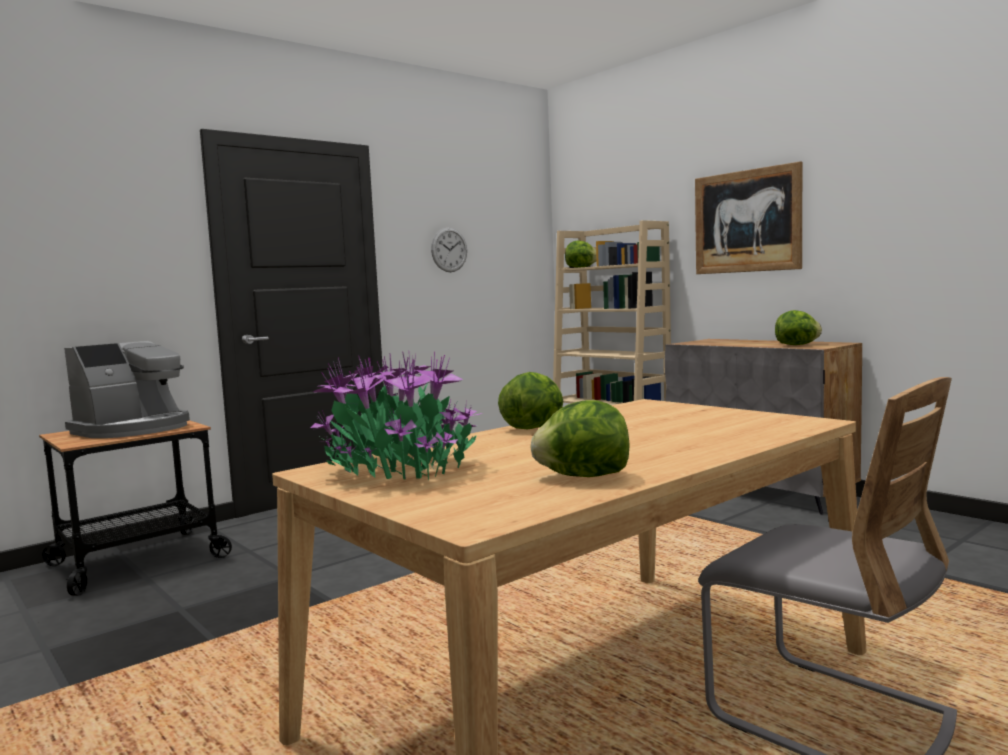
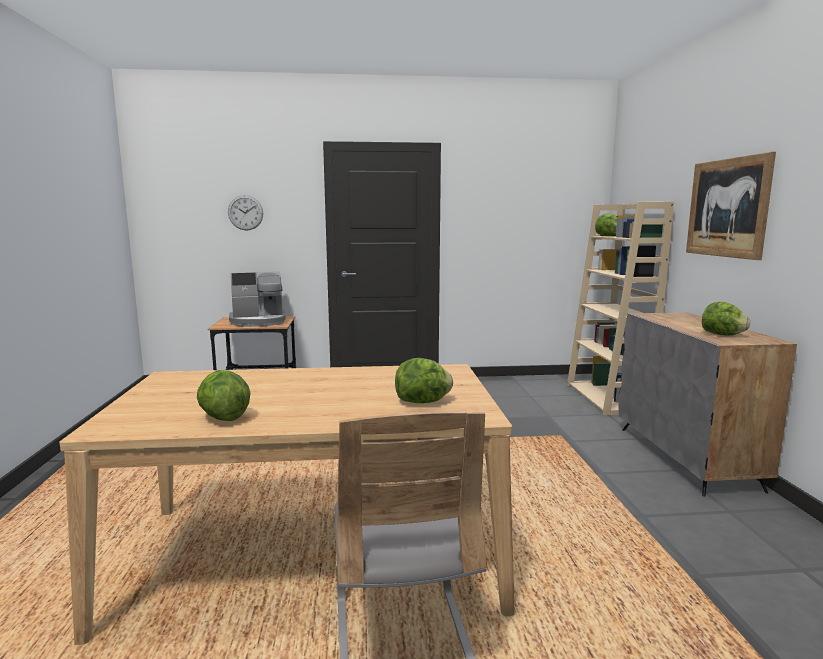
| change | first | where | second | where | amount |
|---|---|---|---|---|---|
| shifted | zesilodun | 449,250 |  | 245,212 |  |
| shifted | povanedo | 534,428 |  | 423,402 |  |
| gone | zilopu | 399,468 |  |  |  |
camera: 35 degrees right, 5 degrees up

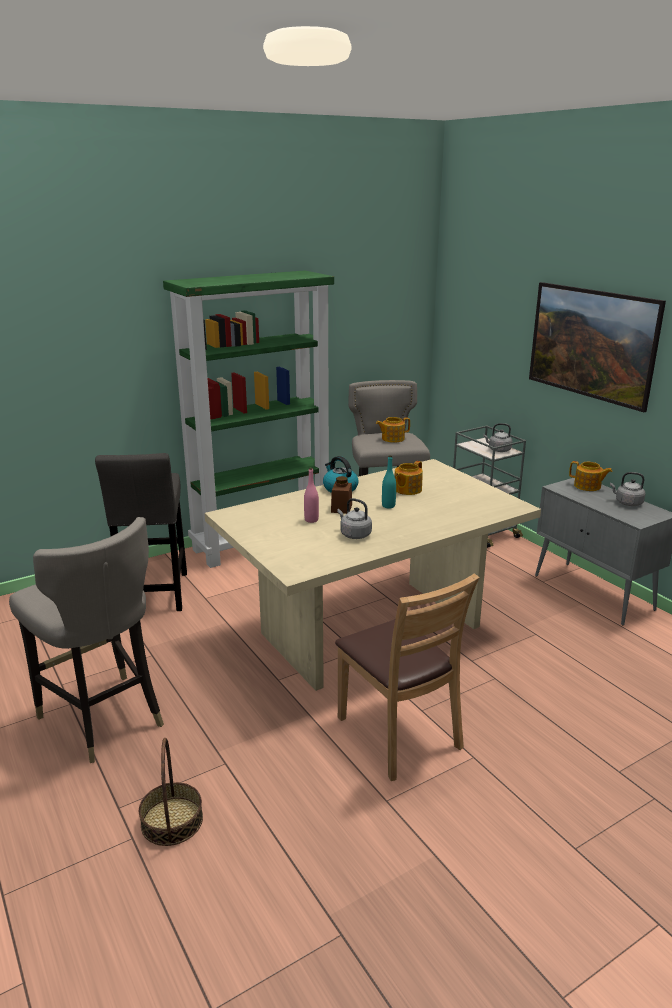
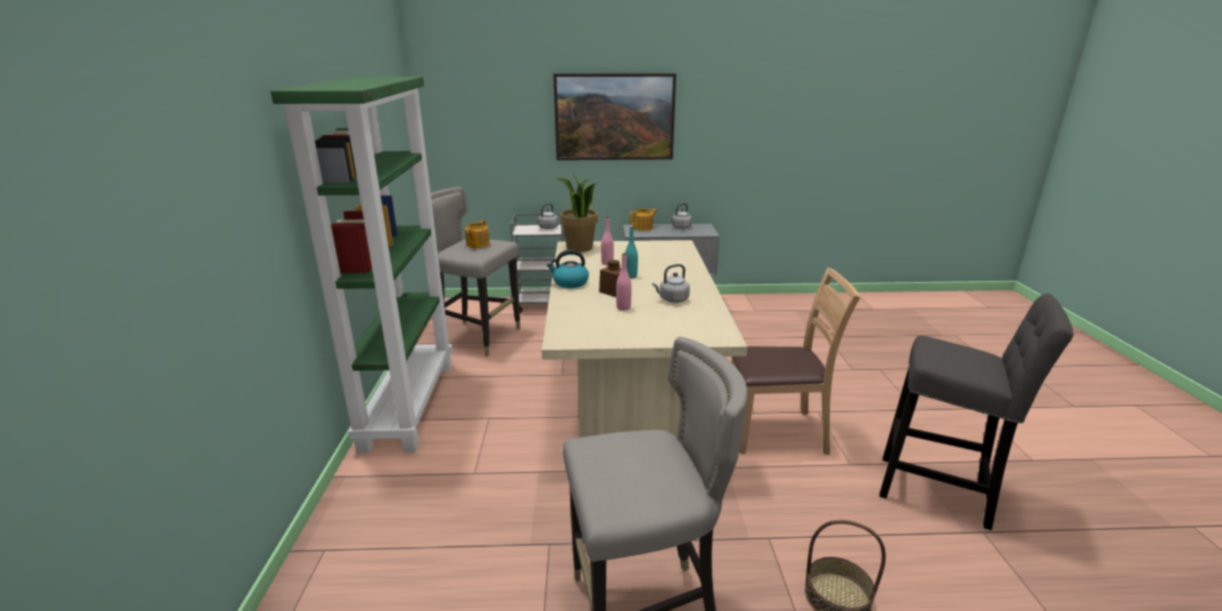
| change | first | where | second | where | amount |
|---|---|---|---|---|---|
| new |  |  | zilopu | 579,248 |  |
| swapped | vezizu | 407,489 | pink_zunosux | 607,263 |  |
| shifted | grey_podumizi | 155,595 |  | 941,492 |  |
camera: 60 degrees left, 0 degrees up

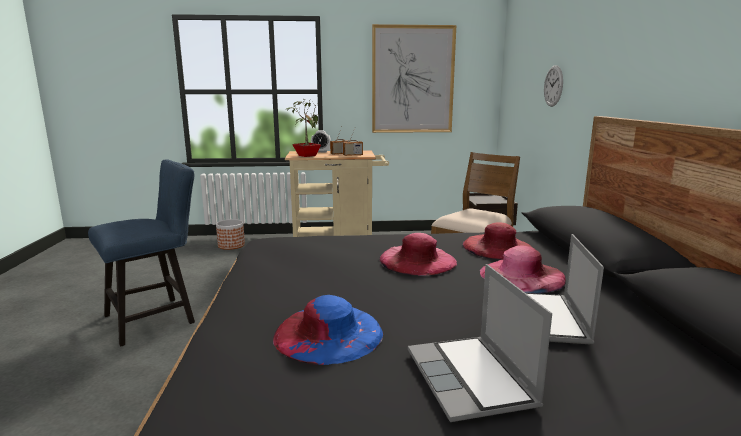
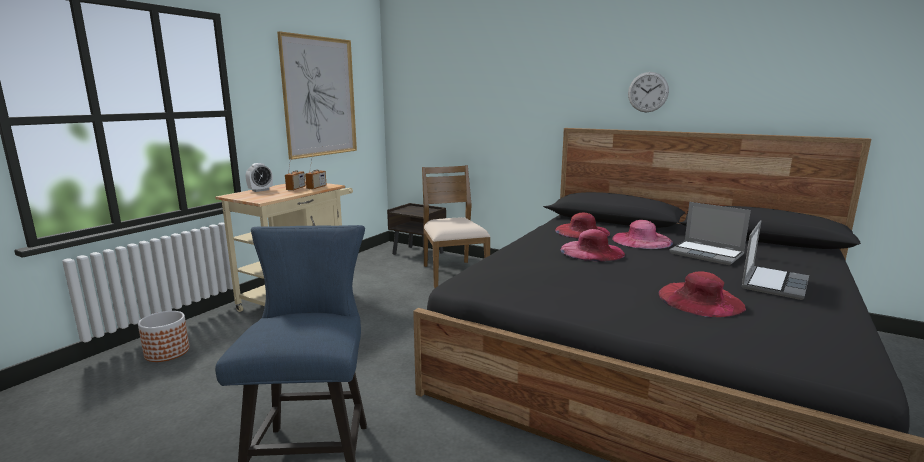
| change | first | where | second | where | amount |
|---|---|---|---|---|---|
| shifted | zesilodun | 553,86 |  | 648,92 |  |
| repainted | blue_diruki | 328,334 | red_diruki | 700,300 |  |
| rotated | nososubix | 472,379 |  | 773,283 | 75 degrees counterclockwise |
| gone | zilopu | 306,155 |  |  |  |
camera: 55 degrees left, 0 degrees up

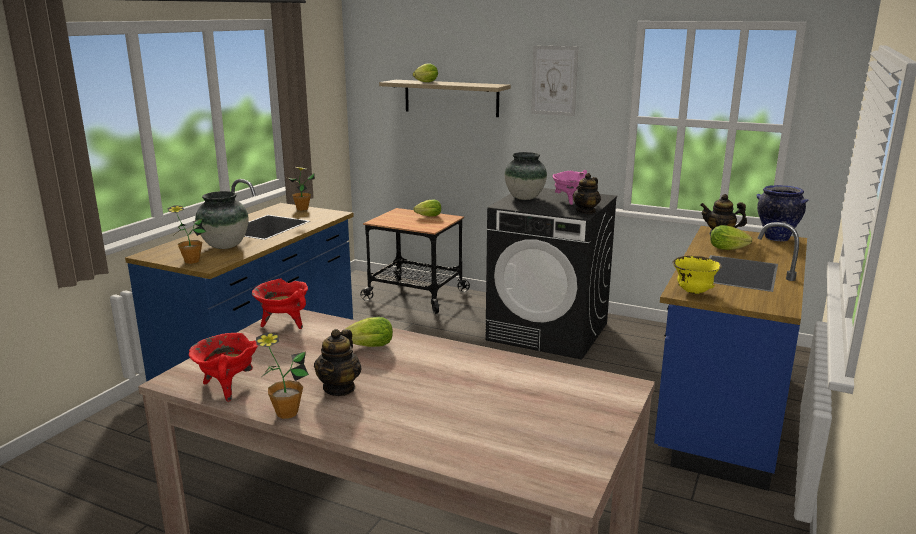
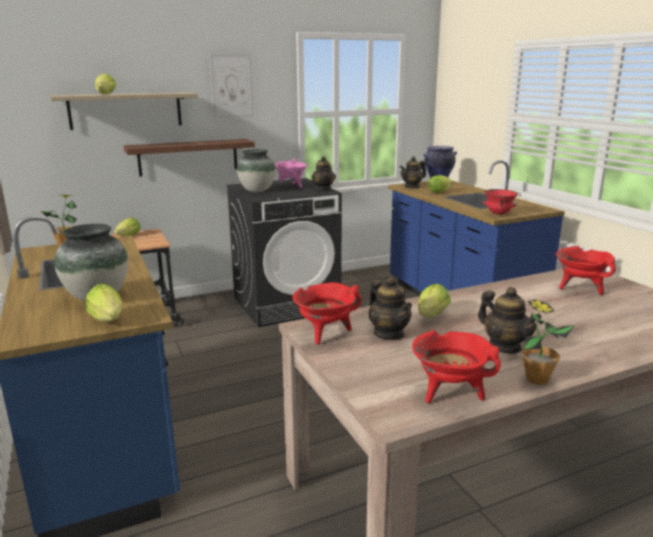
| change | first | where | second | where | amount |
|---|---|---|---|---|---|
| swapped | zilopu | 192,261 | povanedo | 109,321 |  |
| new |  |  | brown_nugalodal | 188,157 |  |
| new |  |  | vezizu | 389,334 |  |
| repainted | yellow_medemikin | 693,292 | red_medemikin | 498,214 |  |
| new |  |  | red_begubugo | 580,288 |  |
camera: 50 degrees left, 0 degrees up

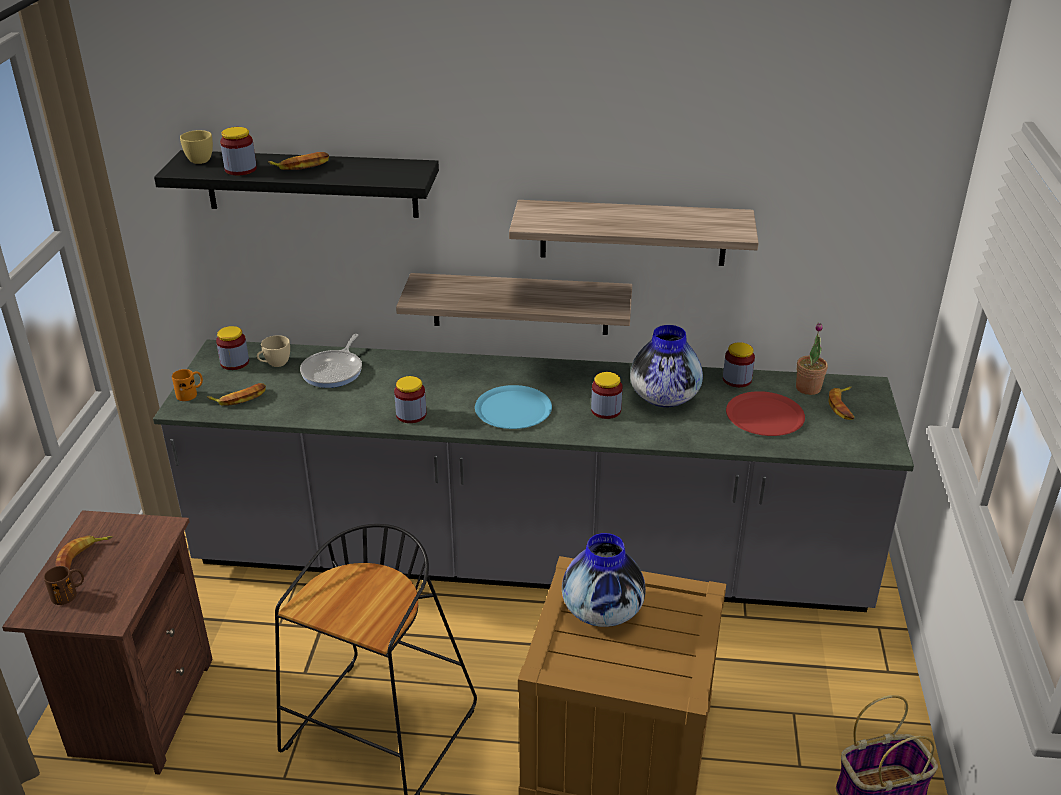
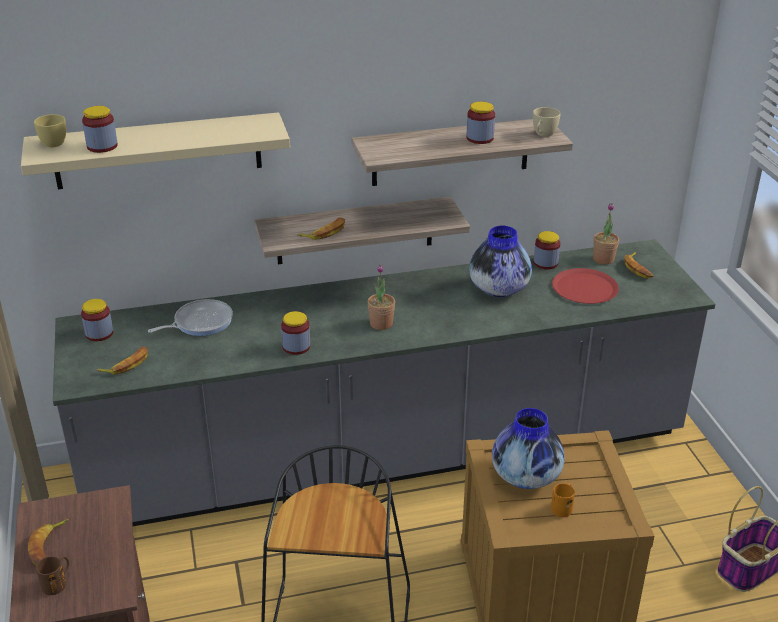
| change | first | where | second | where | amount |
|---|---|---|---|---|---|
| repainted | black_nugalodal | 311,184 | beige_nugalodal | 158,151 |  |
| rotated | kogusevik | 334,371 |  | 200,322 | 120 degrees counterclockwise |
| shifted | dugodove | 301,165 |  | 324,232 |  |
| swapped | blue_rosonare | 513,409 | zilopu | 381,323 |  |
| shifted | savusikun | 606,410 |  | 480,138 |  |
| shifted | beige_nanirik | 275,364 |  | 543,135 |  |
| shifted | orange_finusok | 190,393 |  | 563,506 |  |
camera: 20 degrees left, 0 degrees up

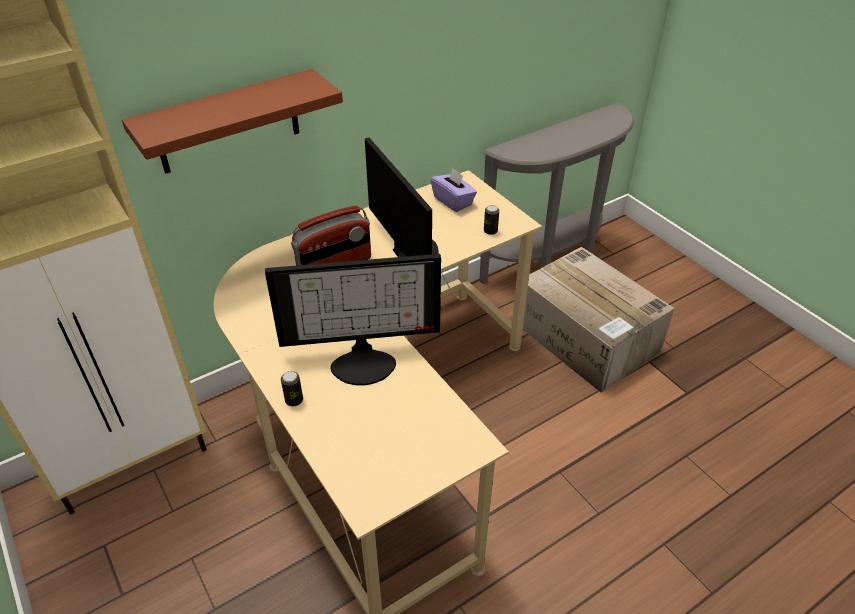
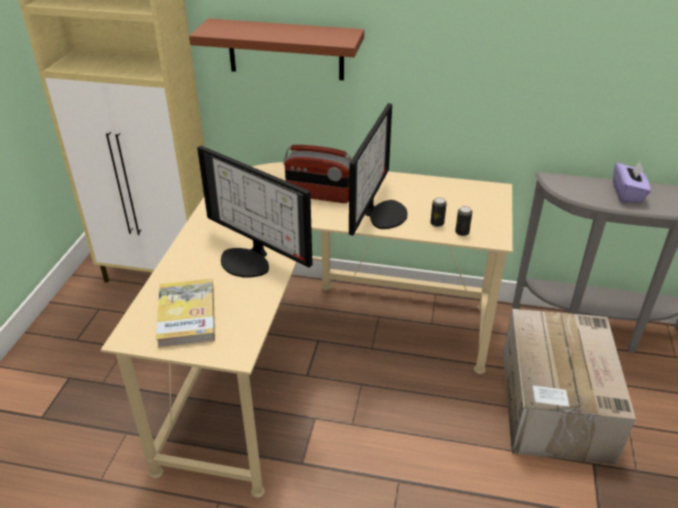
| change | first | where | second | where | amount |
|---|---|---|---|---|---|
| new |  |  | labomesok | 187,315 |  |
| shifted | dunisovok | 294,400 |  | 437,223 |  |
| shifted | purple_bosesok | 453,201 |  | 627,193 |  |
camera: 45 degrees right, 5 degrees down

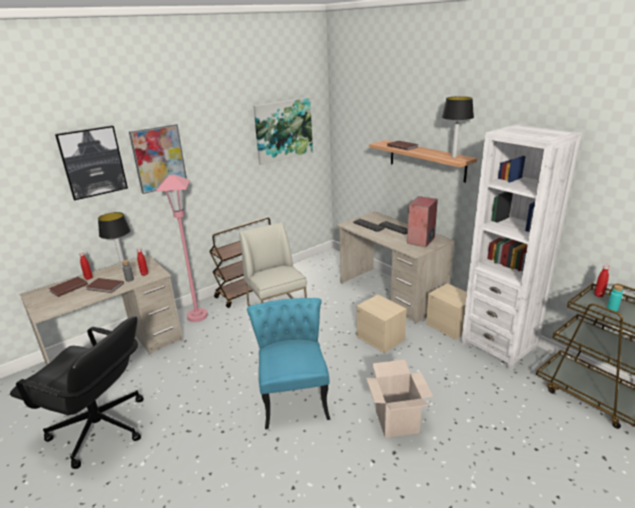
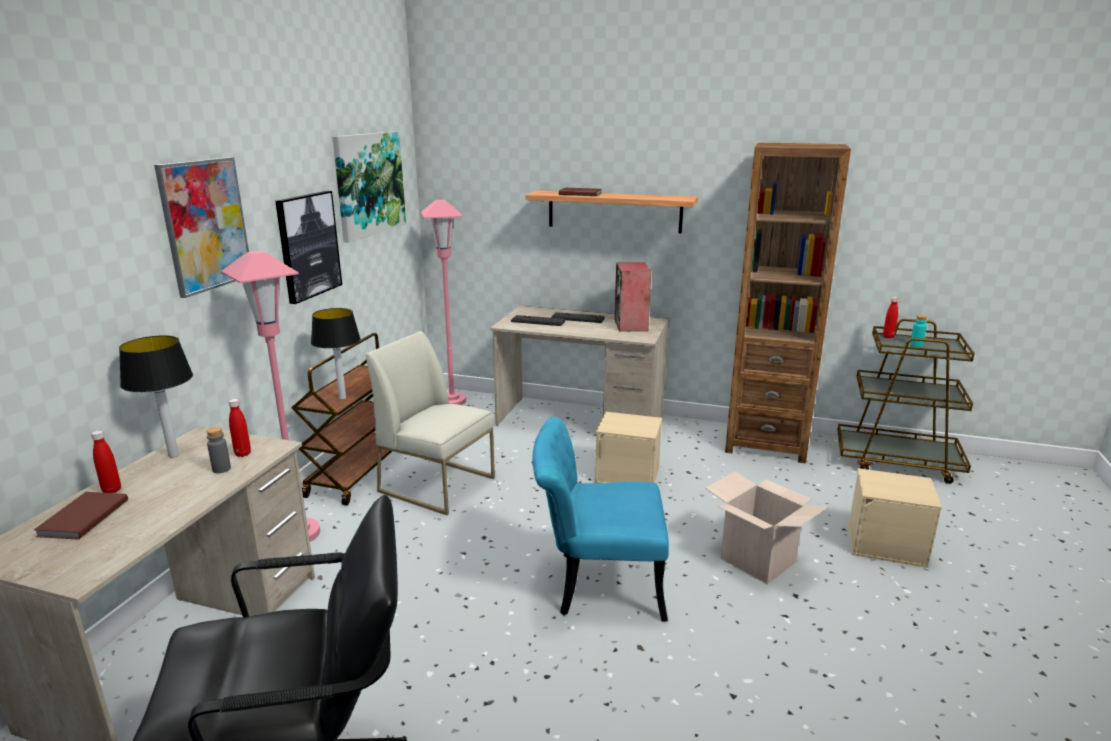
| change | first | where | second | where | amount |
|---|---|---|---|---|---|
| shifted | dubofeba | 92,162 |  | 308,245 |  |
| shifted | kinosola | 453,157 |  | 342,398 |  |
| new |  |  | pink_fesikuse | 452,401 |  |
| rotated | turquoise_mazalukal | 293,396 |  | 596,584 | 45 degrees counterclockwise |
| repainted | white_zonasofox | 498,346 | brown_zonasofox | 765,443 |  |
| shifted | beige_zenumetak | 450,325 |  | 887,544 |  |
| gone | brown_labomesok | 105,287 |  |  |  |
camera: 35 degrees left, 5 degrees down

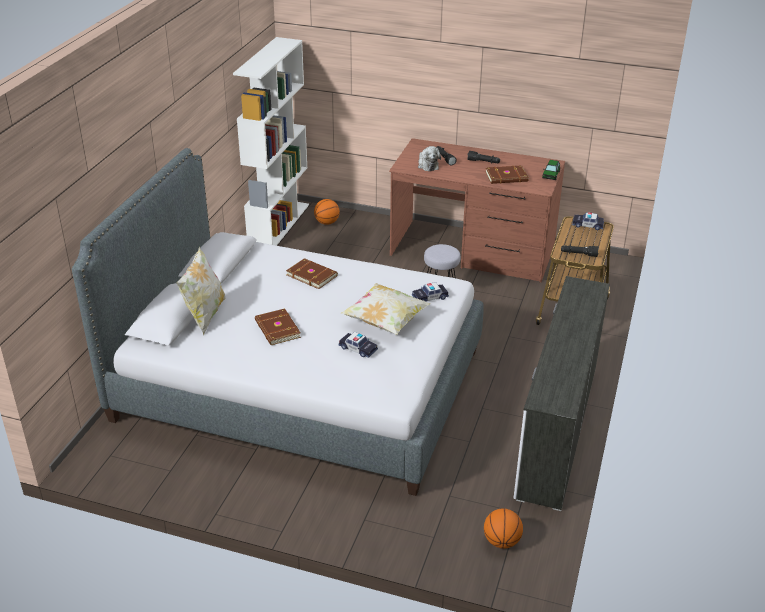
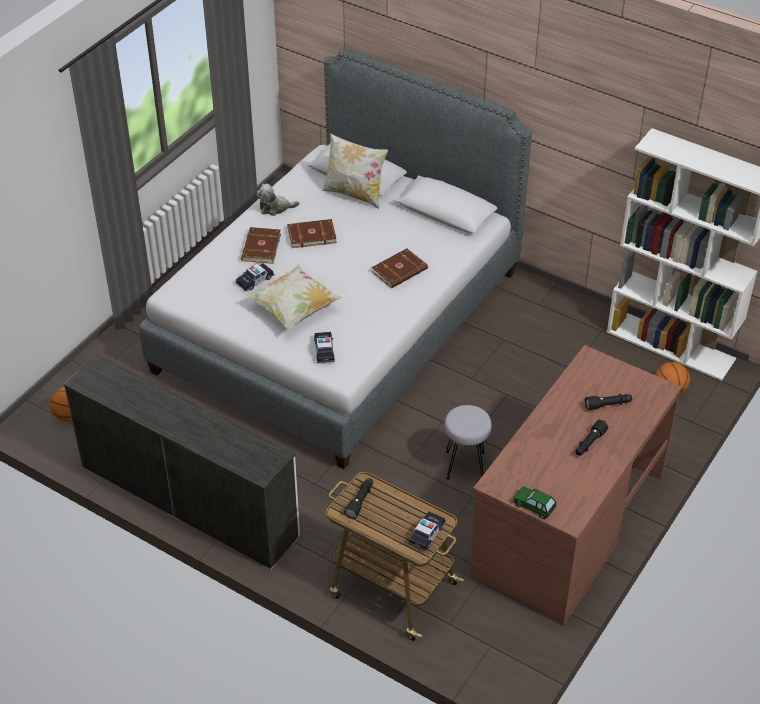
| change | first | where | second | where | amount |
|---|---|---|---|---|---|
| shifted | brown_labomesok | 507,177 |  | 260,247 |  |
| shifted | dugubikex | 427,165 |  | 275,208 |  |
camera: 105 degrees right, 10 degrees up

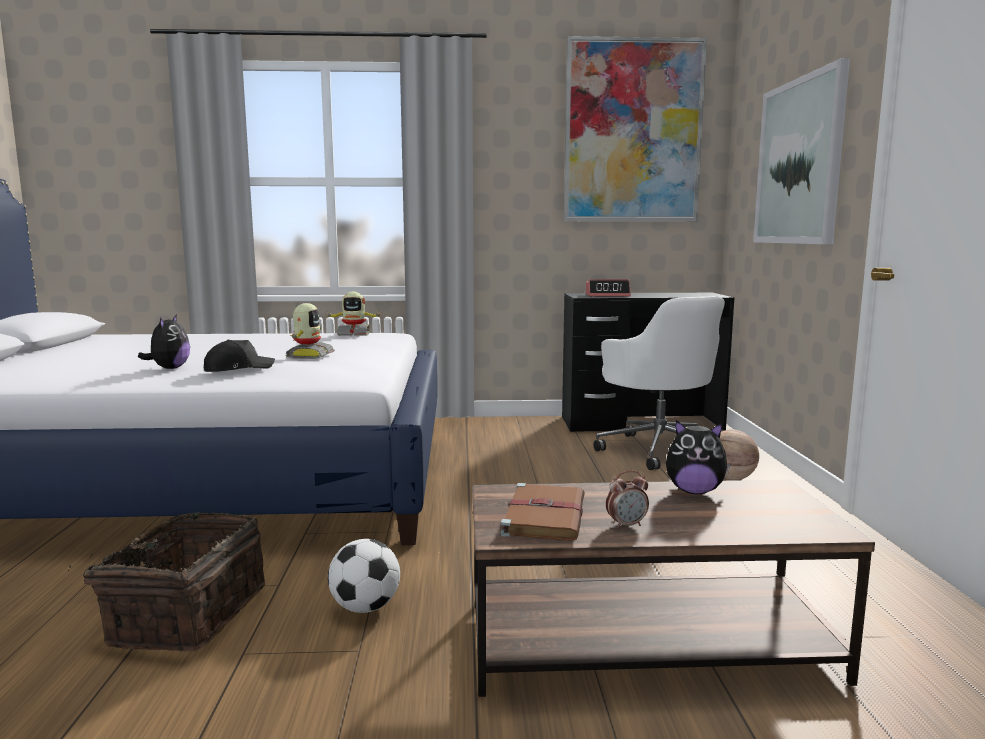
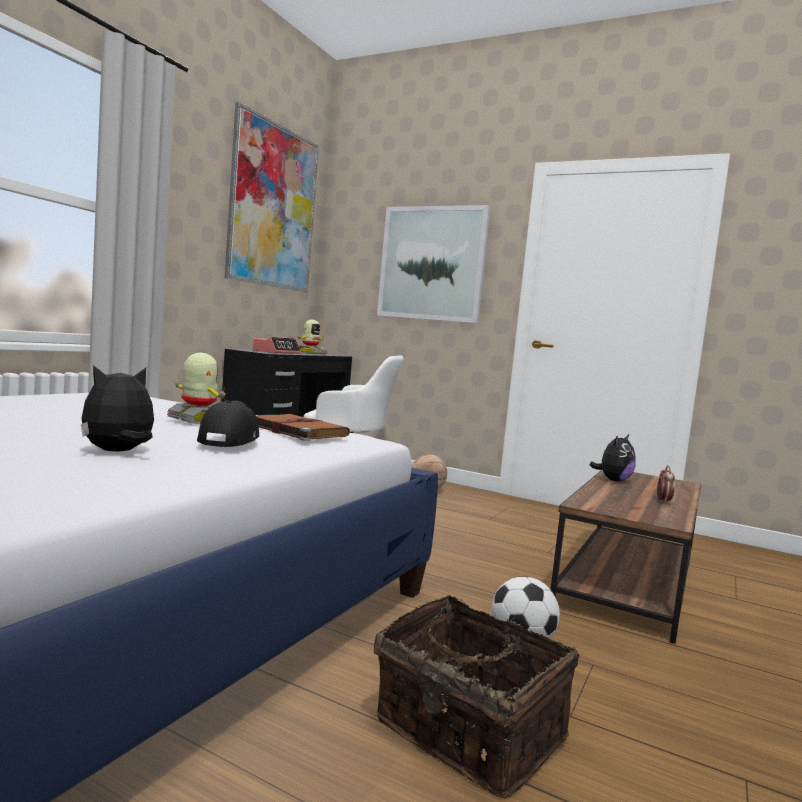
| change | first | where | second | where | amount |
|---|---|---|---|---|---|
| rotated | dugubikex | 169,368 |  | 118,452 | 75 degrees counterclockwise |
| shifted | brown_labomesok | 545,515 |  | 296,431 |  |
| shifted | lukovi | 354,334 |  | 310,353 |  |
camera: 60 degrees left, 5 degrees down

